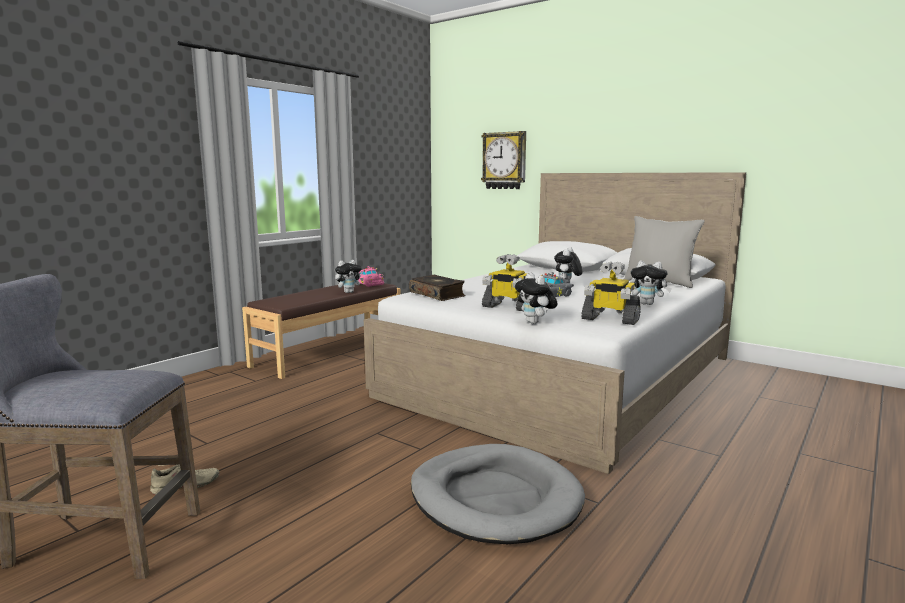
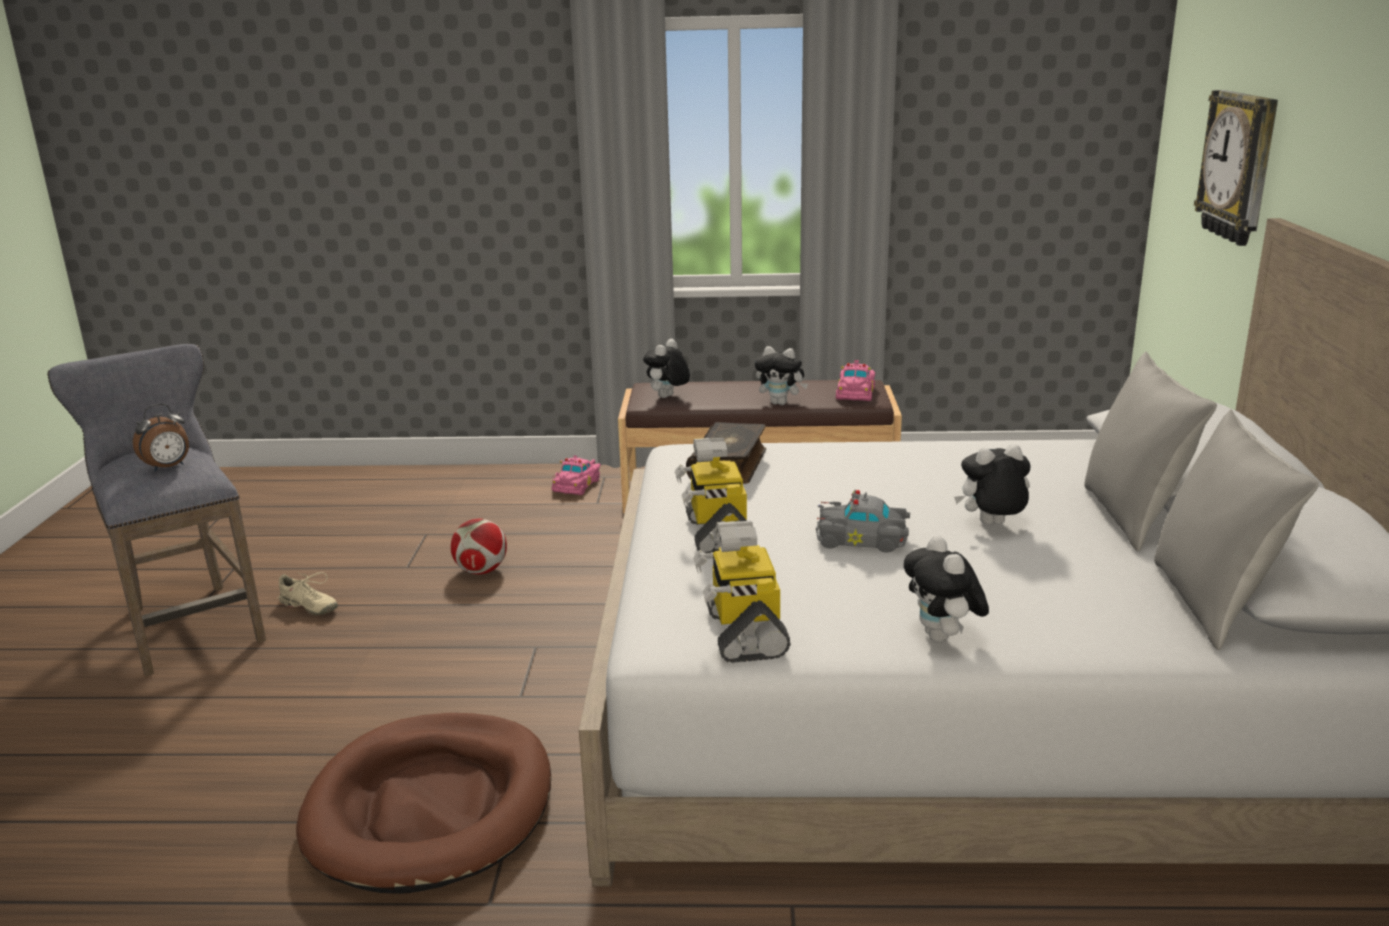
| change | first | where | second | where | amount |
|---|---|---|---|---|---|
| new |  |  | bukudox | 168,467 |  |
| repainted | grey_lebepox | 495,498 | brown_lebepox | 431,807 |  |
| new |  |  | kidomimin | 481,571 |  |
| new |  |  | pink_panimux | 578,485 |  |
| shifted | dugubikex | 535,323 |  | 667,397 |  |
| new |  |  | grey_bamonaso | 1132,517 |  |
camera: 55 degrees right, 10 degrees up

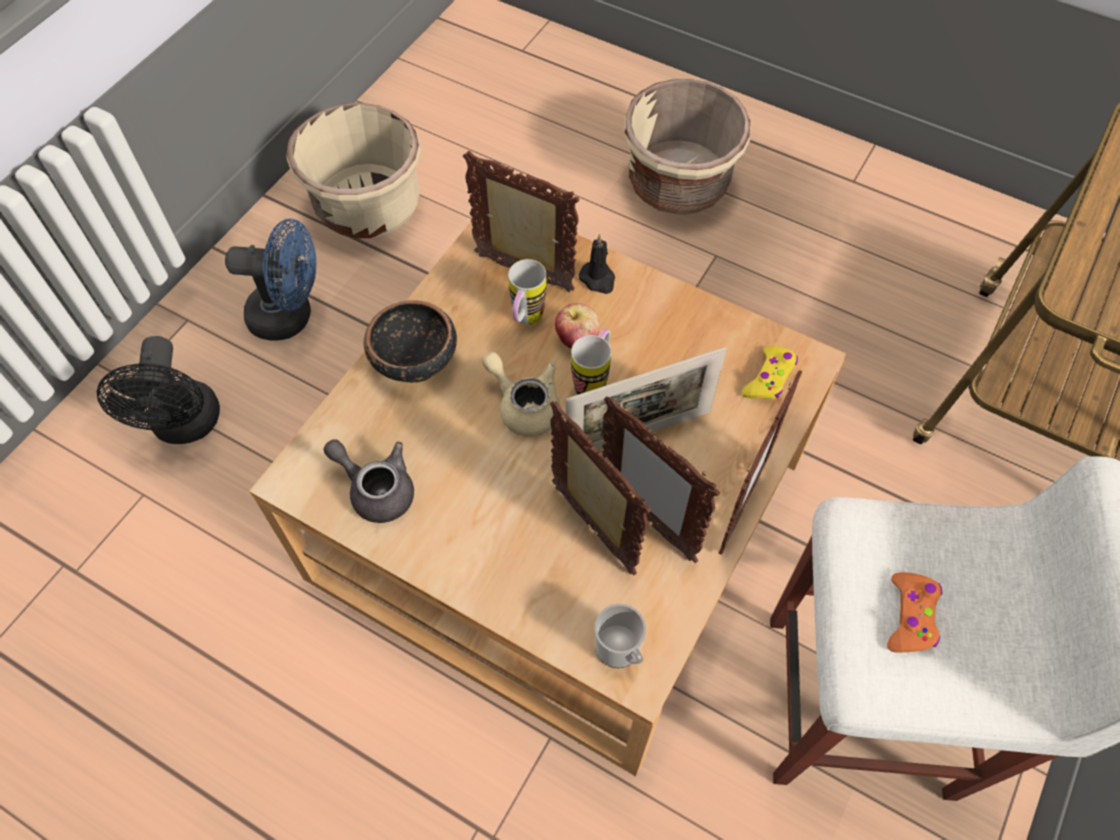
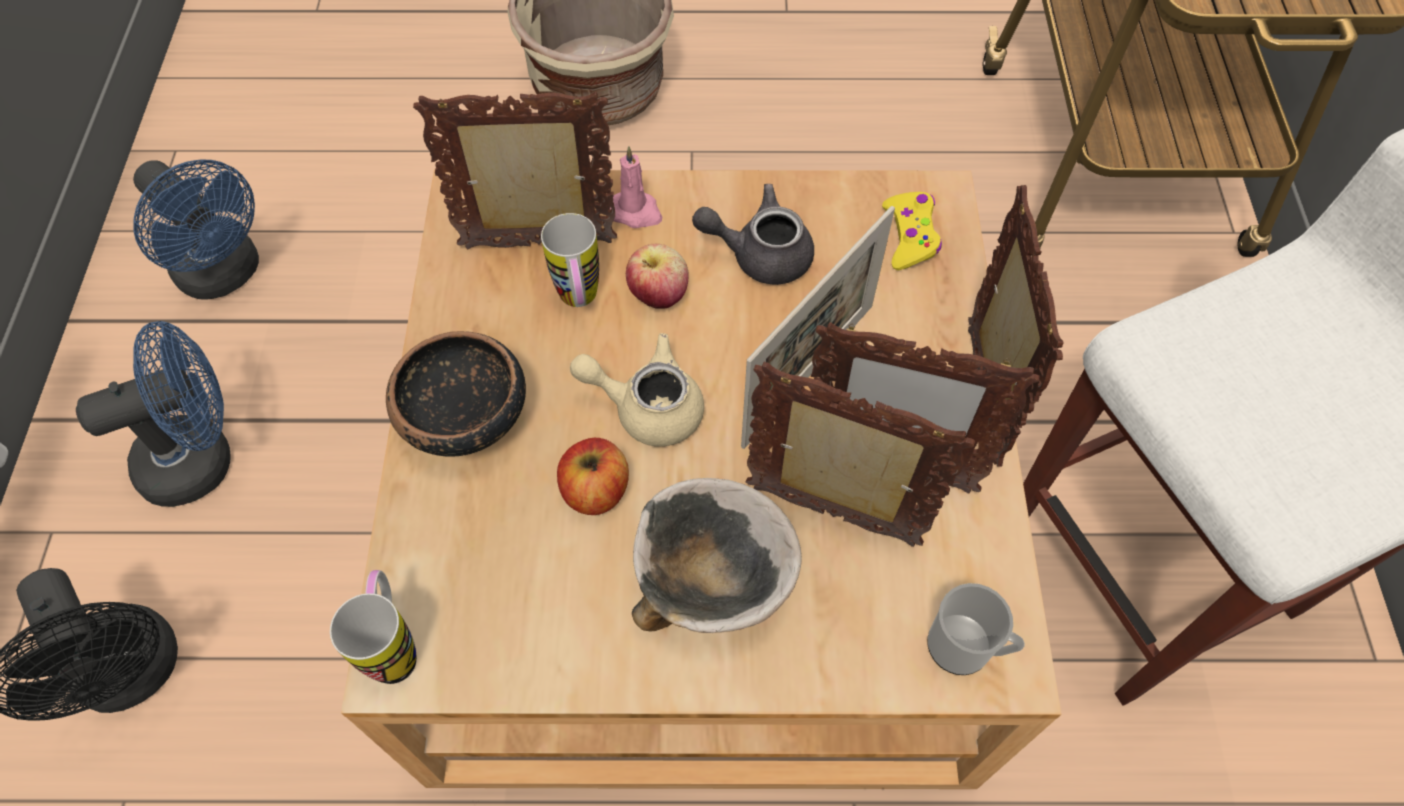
| change | first | where | second | where | amount |
|---|---|---|---|---|---|
| swapped | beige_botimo | 367,207 | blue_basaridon | 226,274 |  |
| shifted | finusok | 593,382 |  | 395,646 |  |
| new |  |  | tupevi | 595,491 |  |
| repainted | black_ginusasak | 598,279 | pink_ginusasak | 636,212 |  |
| new |  |  | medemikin | 713,578 |  |
| shifted | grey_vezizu | 376,489 |  | 760,254 |  |
| gone | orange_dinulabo | 911,616 |  |  |  |
camera: 30 degrees left, 0 degrees up

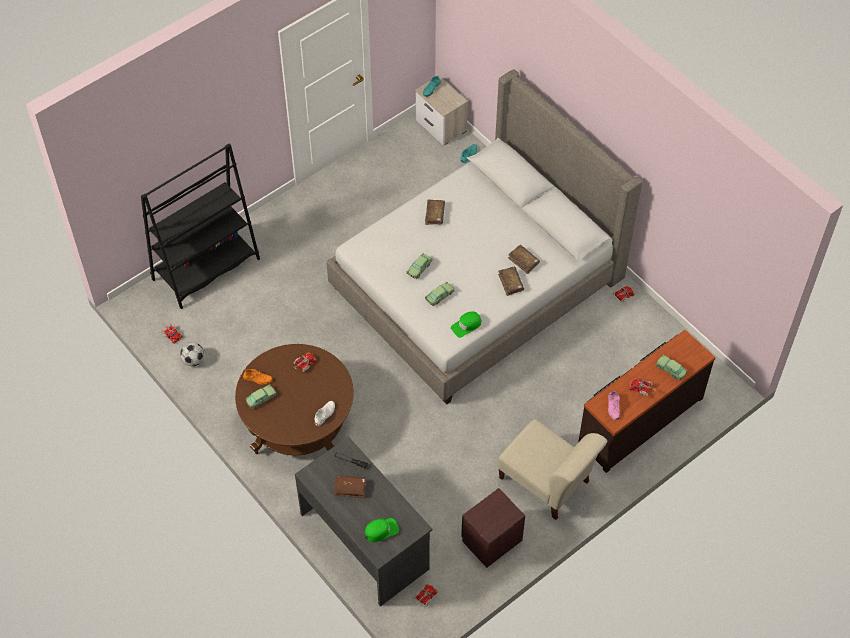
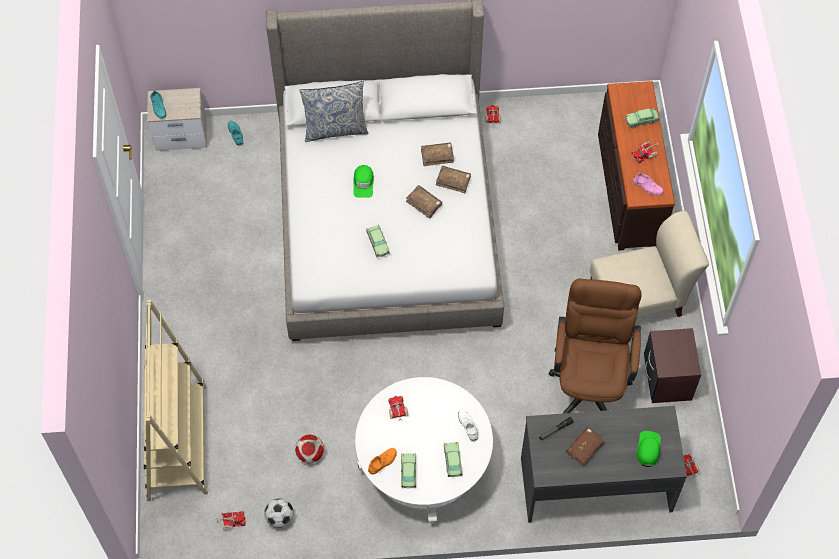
| change | first | where | second | where | amount |
|---|---|---|---|---|---|
| repainted | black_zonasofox | 206,269 | beige_zonasofox | 177,442 |  |
| new |  |  | kidomimin | 310,454 |  |
| new |  |  | bamonaso | 335,129 |  |
| shifted | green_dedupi | 466,325 |  | 363,183 |  |
| repainted | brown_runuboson | 298,421 | white_runuboson | 423,464 |  |
| shifted | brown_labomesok | 435,214 |  | 424,204 |  |
| shifted | panimux | 439,296 |  | 453,461 |  |
| new |  |  | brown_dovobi | 590,382 |  |
camera: 55 degrees left, 5 degrees up

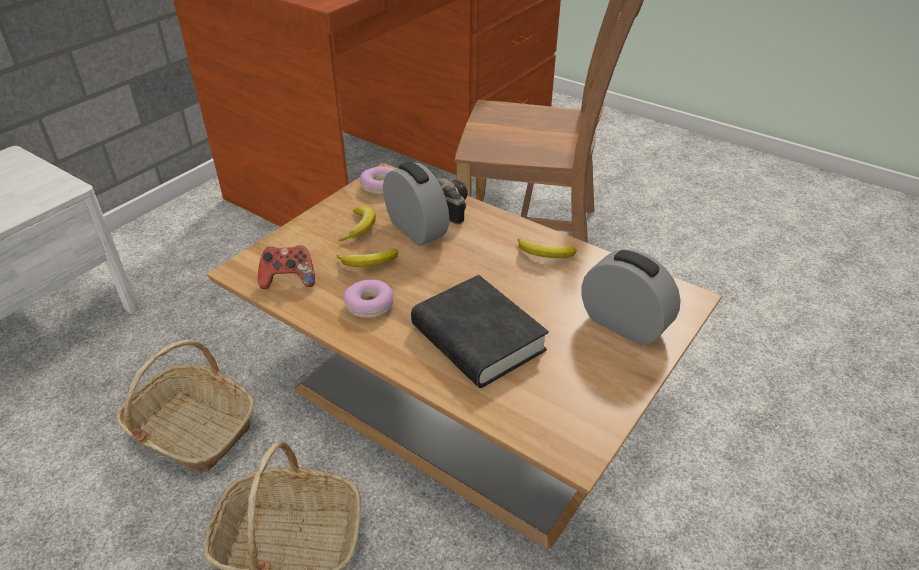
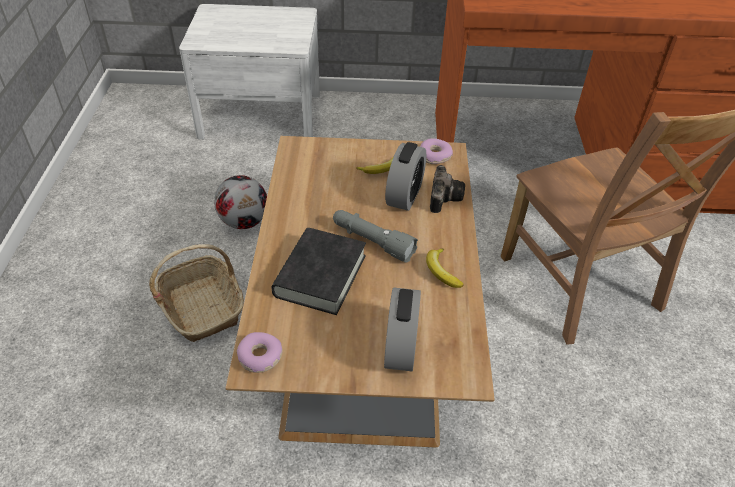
| change | first | where | second | where | amount |
|---|---|---|---|---|---|
| swapped | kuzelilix | 192,430 | kidomimin | 244,221 |  |
| shifted | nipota | 370,305 |  | 260,357 |  |
| new |  |  | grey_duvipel | 372,241 |  |
| gone | dinulabo | 289,280 |  |  |  |
| gone | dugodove | 369,263 |  |  |  |
camera: 55 degrees right, 5 degrees up

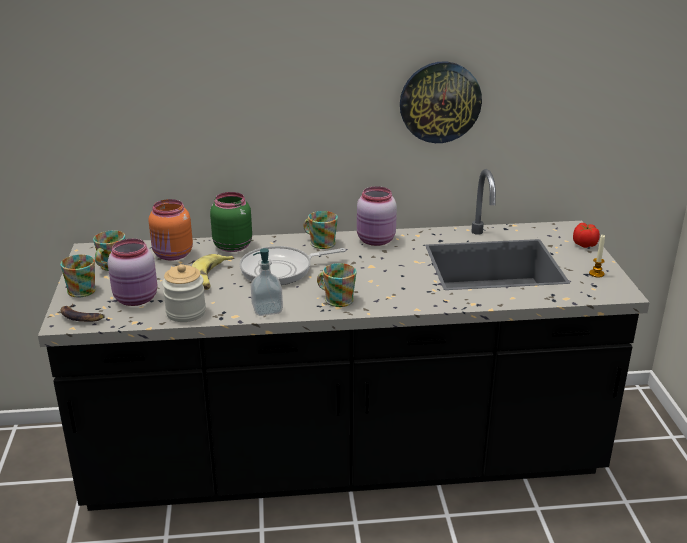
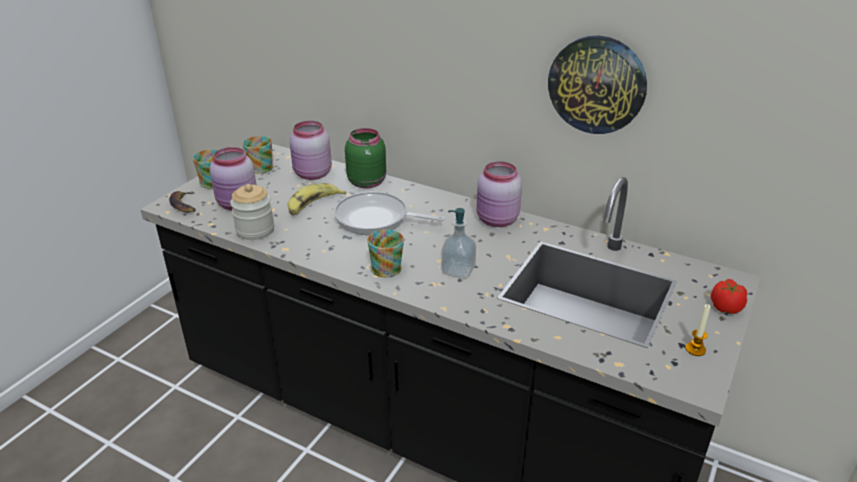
| change | first | where | second | where | amount |
|---|---|---|---|---|---|
| repainted | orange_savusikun | 173,255 | pink_savusikun | 312,174 |  |
| shifted | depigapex | 267,309 |  | 458,270 |  |
| gone | finusok | 319,242 |  |  |  |
camera: 35 degrees right, 5 degrees up

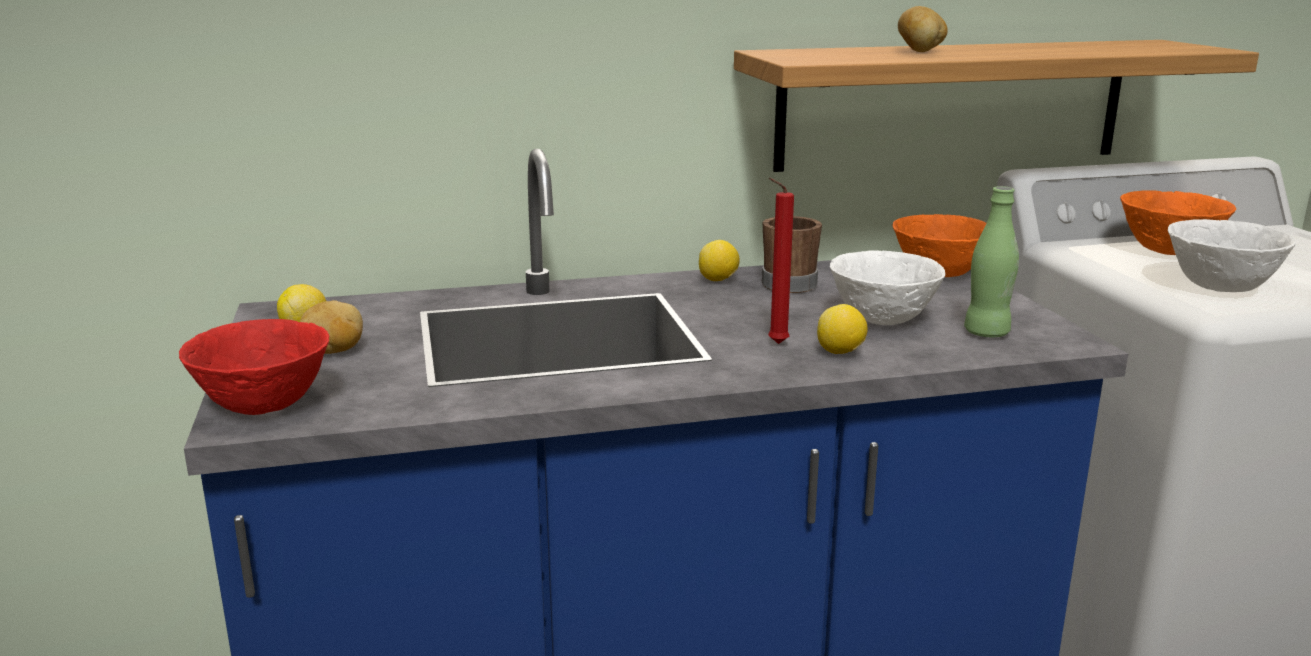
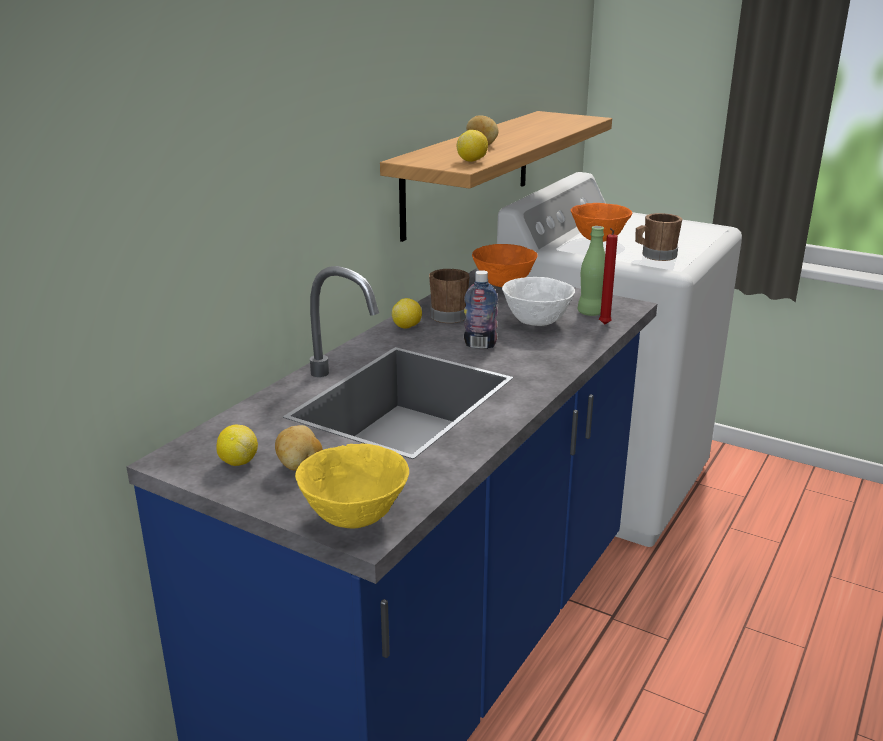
| change | first | where | second | where | amount |
|---|---|---|---|---|---|
| repainted | red_medemikin | 264,407 | yellow_medemikin | 355,518 |  |
| shifted | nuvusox | 840,353 |  | 472,161 |  |
| new |  |  | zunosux | 480,345 |  |
| shifted | red_ginusasak | 775,344 |  | 604,325 |  |
| swapped | white_medemikin | 1219,289 | brown_finusok | 655,256 |  |
camera: 45 degrees left, 5 degrees up

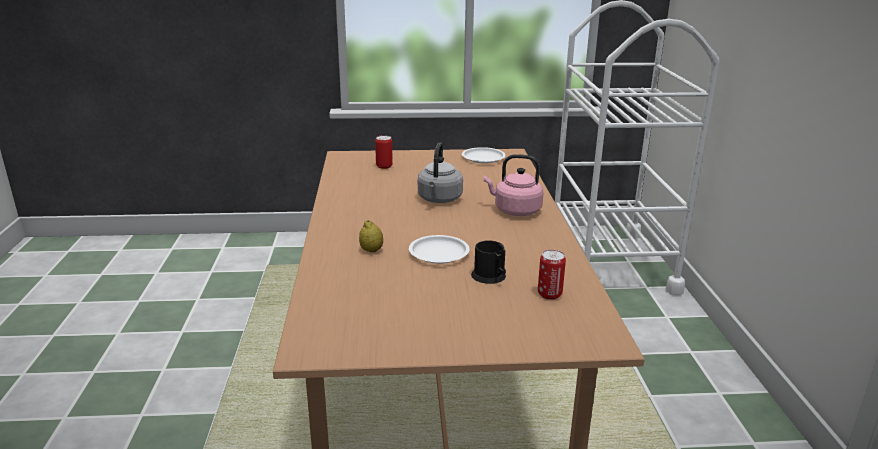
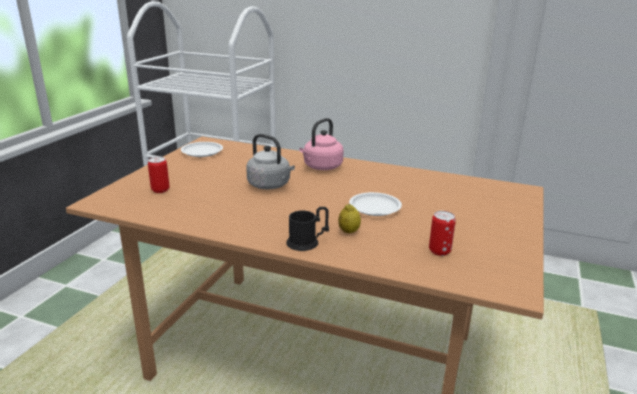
| change | first | where | second | where | amount |
|---|---|---|---|---|---|
| shifted | black_finusok | 491,277 |  | 307,242 |  |
| shifted | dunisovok | 549,294 |  | 439,251 |  |
camera: 65 degrees left, 0 degrees up

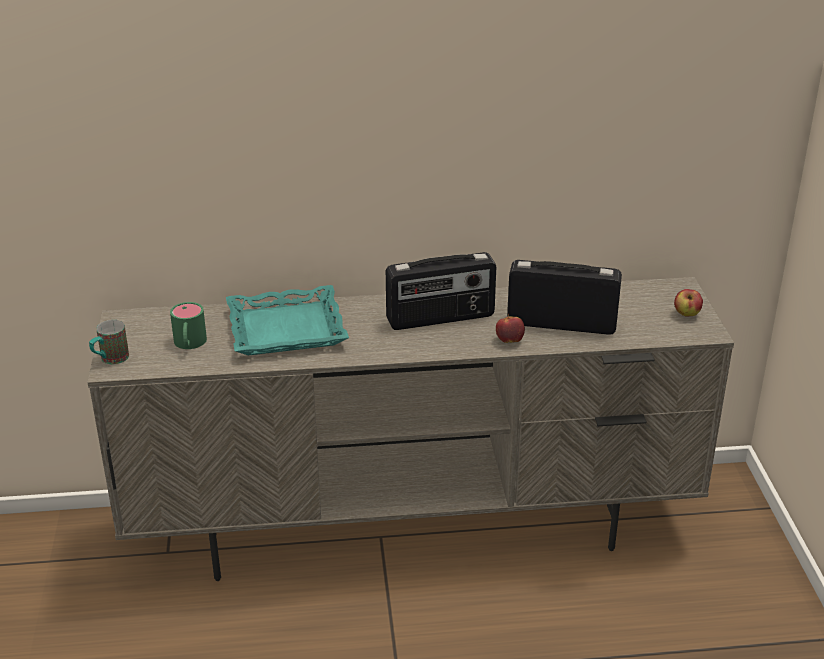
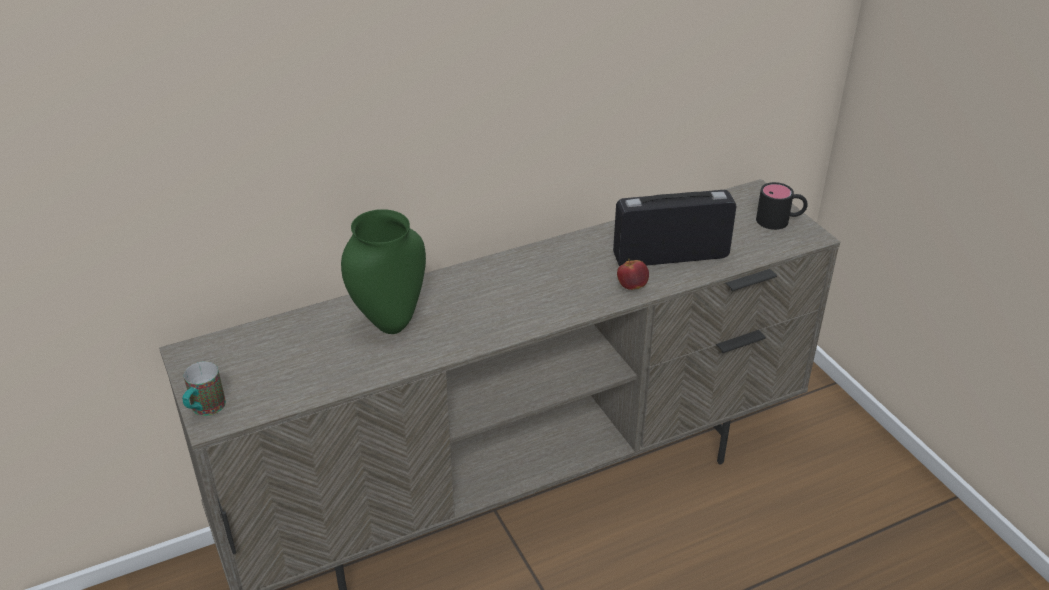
| change | first | where | second | where | amount |
|---|---|---|---|---|---|
| swapped | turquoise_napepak | 286,330 | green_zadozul | 390,325 |  |
| swapped | tupevi | 686,314 | black_finusok | 780,220 |  |
| gone | green_finusok | 189,344 |  |  |  |
| gone | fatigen | 440,318 |  |  |  |
camera: 20 degrees left, 5 degrees up

